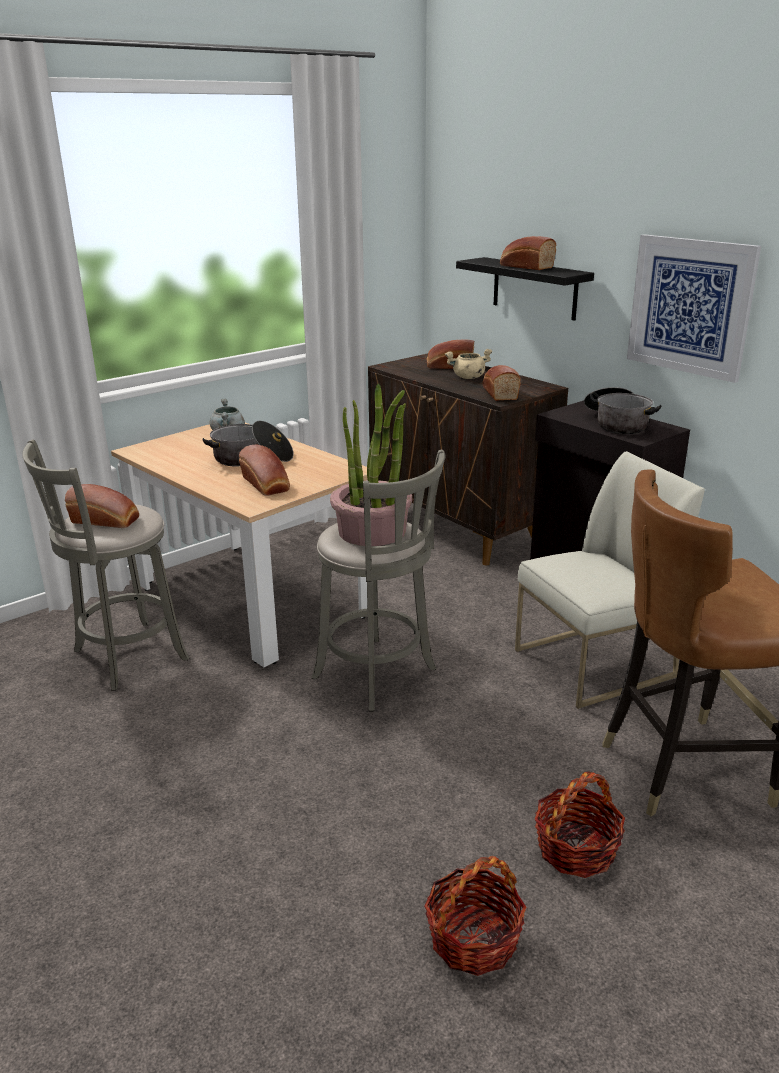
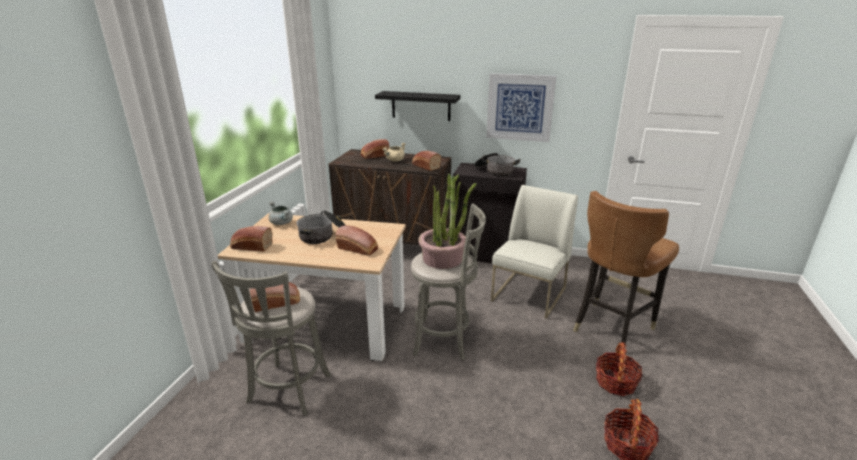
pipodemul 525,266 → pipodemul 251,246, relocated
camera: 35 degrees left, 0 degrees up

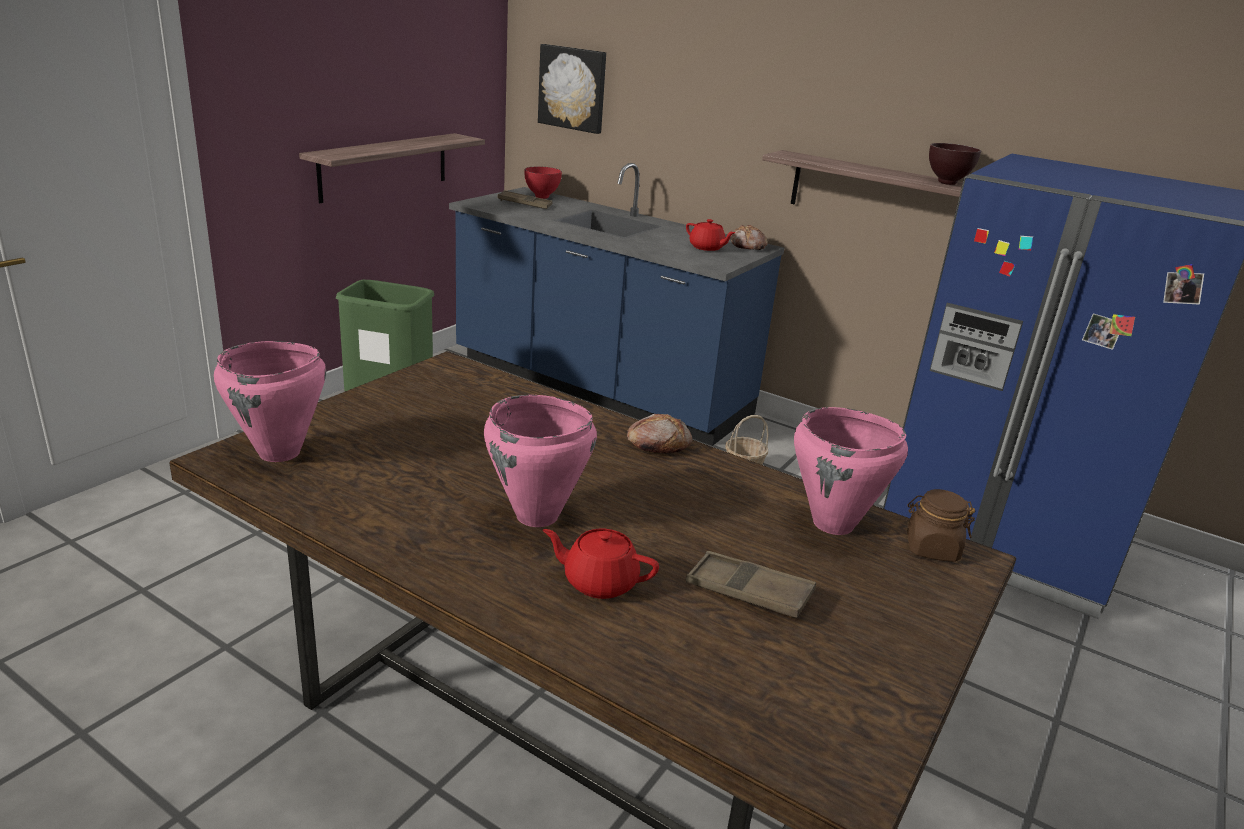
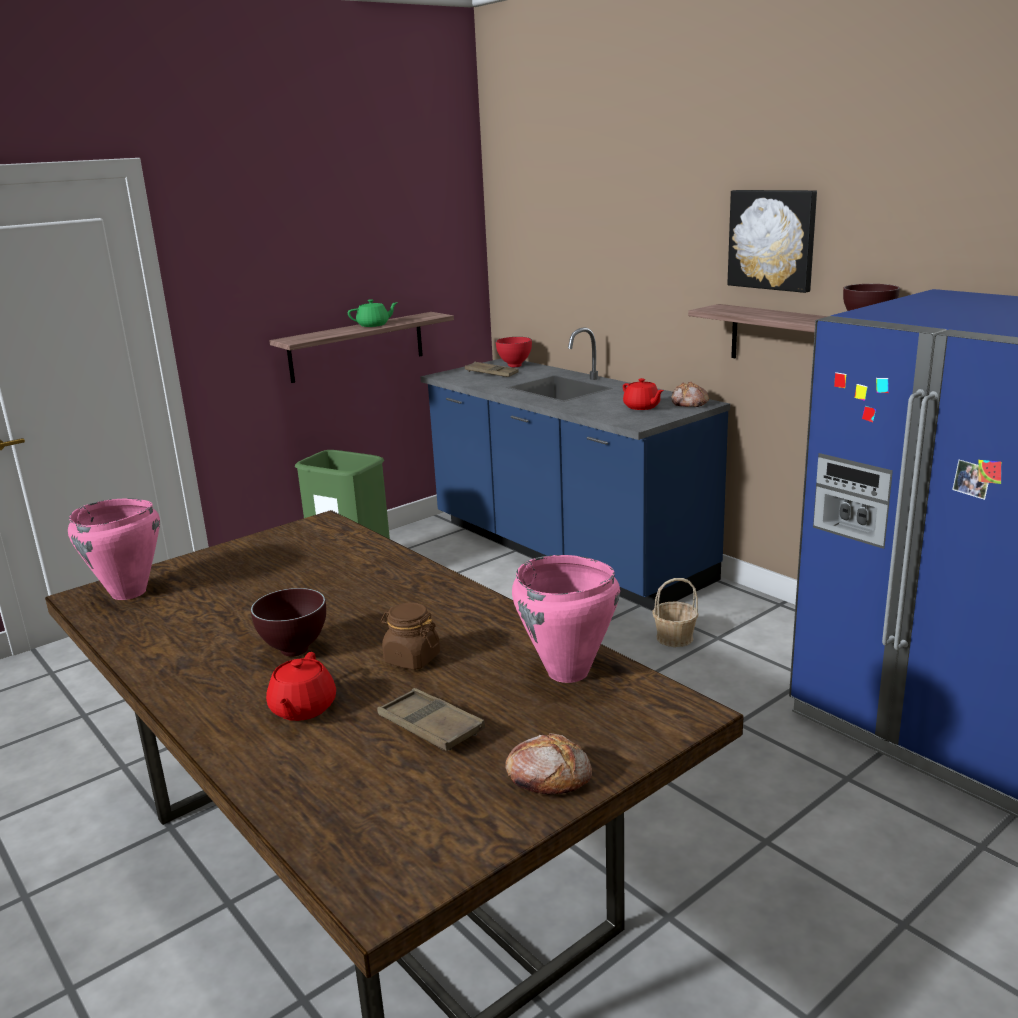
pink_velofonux 537,516 → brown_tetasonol 294,652
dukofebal 573,88 → dukofebal 773,239, relocated
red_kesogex 599,581 → red_kesogex 302,709, 120 degrees counterclockwise
pipodemul 657,444 → pipodemul 548,775, relocated
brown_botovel 931,548 → brown_botovel 411,659, relocated
- → green_kesogex 374,325
camera: 20 degrees right, 5 degrees down

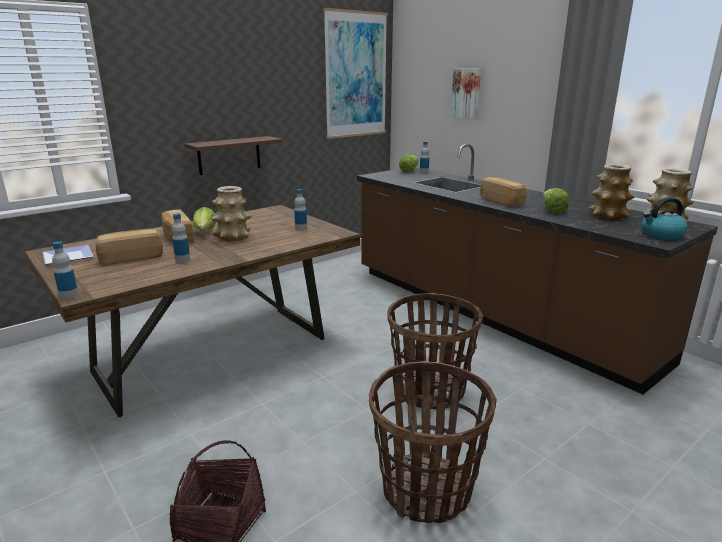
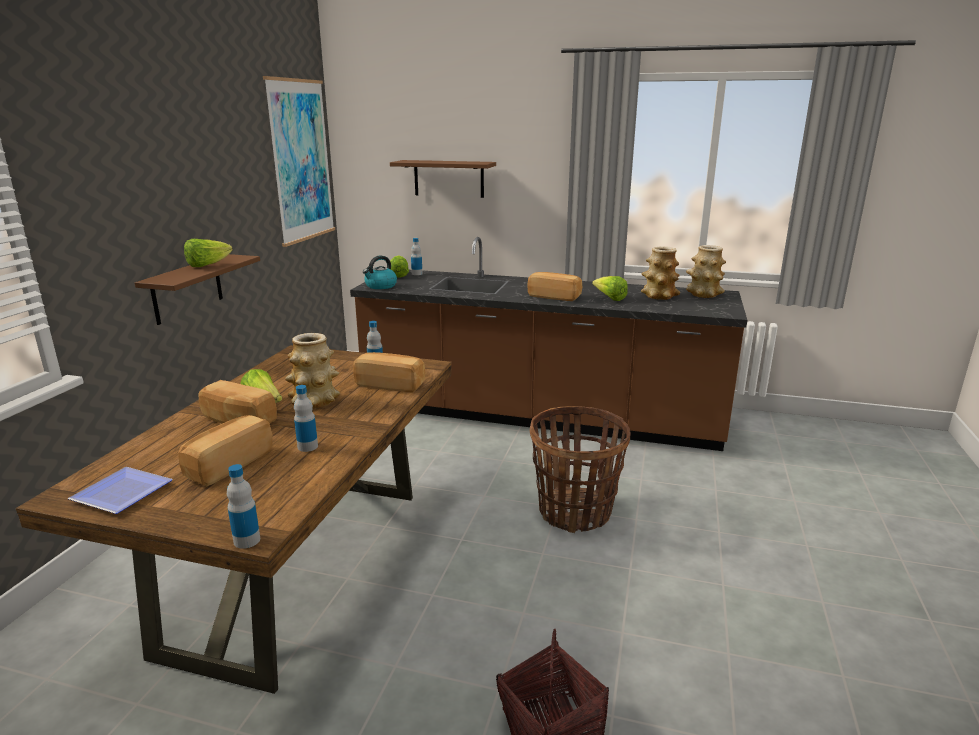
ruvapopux 426,491 → -
dukofebal 466,93 → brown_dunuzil 449,178
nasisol 661,235 → nasisol 380,286, relocated
- → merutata 208,265
- → pipodemul 390,384
camera: 35 degrees left, 0 degrees up

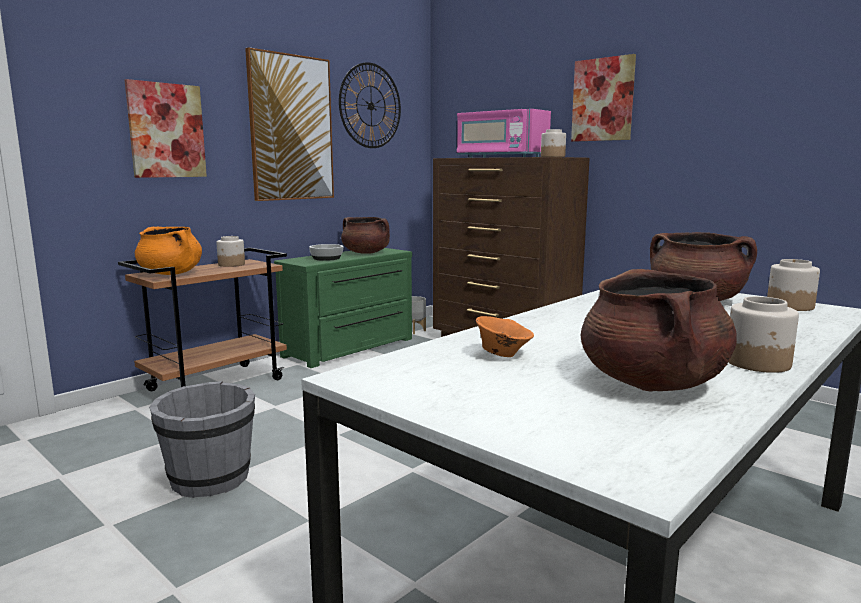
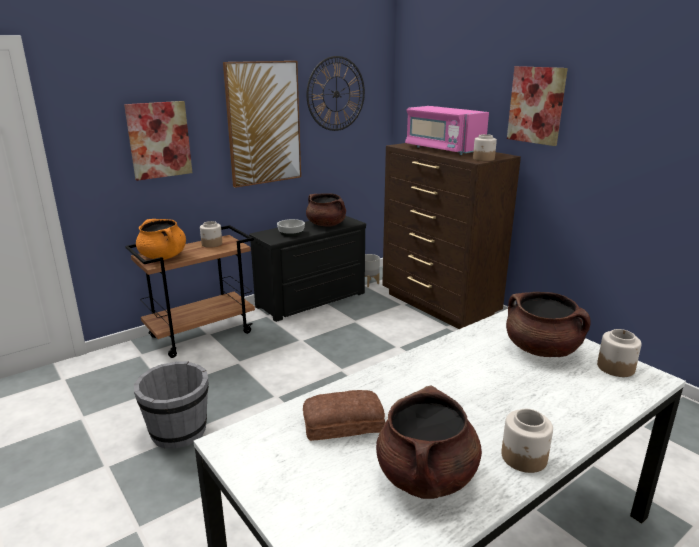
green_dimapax 351,348 → black_dimapax 313,300
orange_tetasonol 503,354 → pipodemul 342,423
camera: 10 degrees right, 10 degrees up

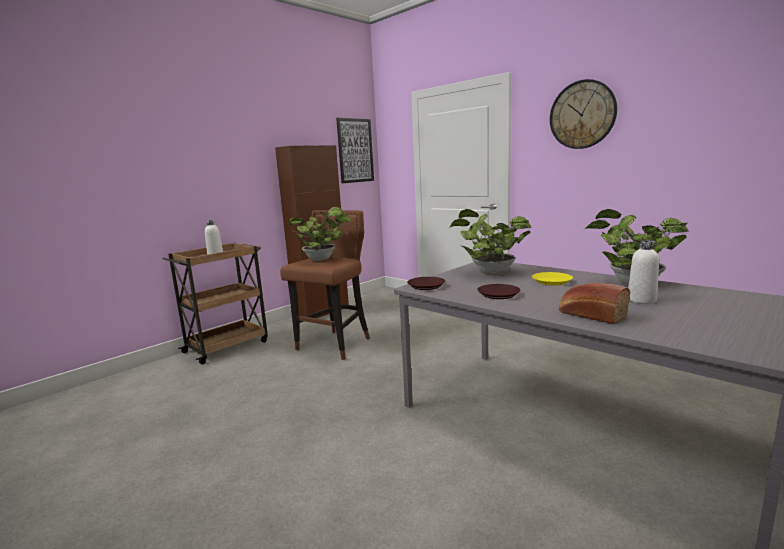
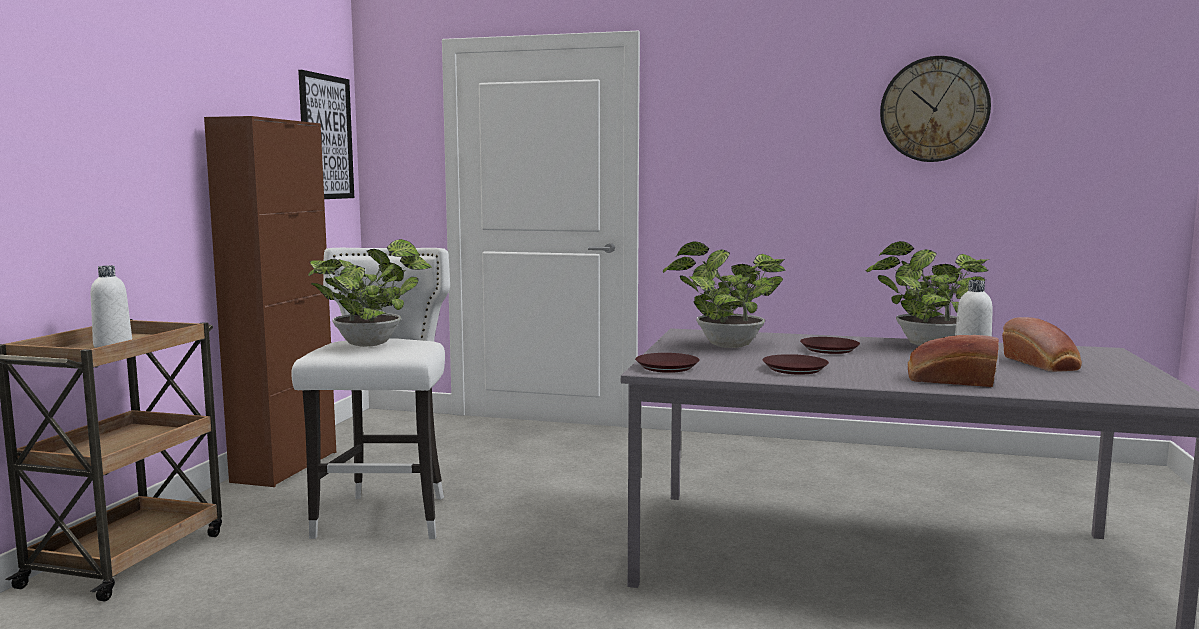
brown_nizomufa 335,345 → white_nizomufa 386,519
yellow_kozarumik 551,281 → brown_kozarumik 828,349
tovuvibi 582,115 → tovuvibi 934,109, relocated
- → pipodemul 1042,364
camera: 30 degrees left, 5 degrees down

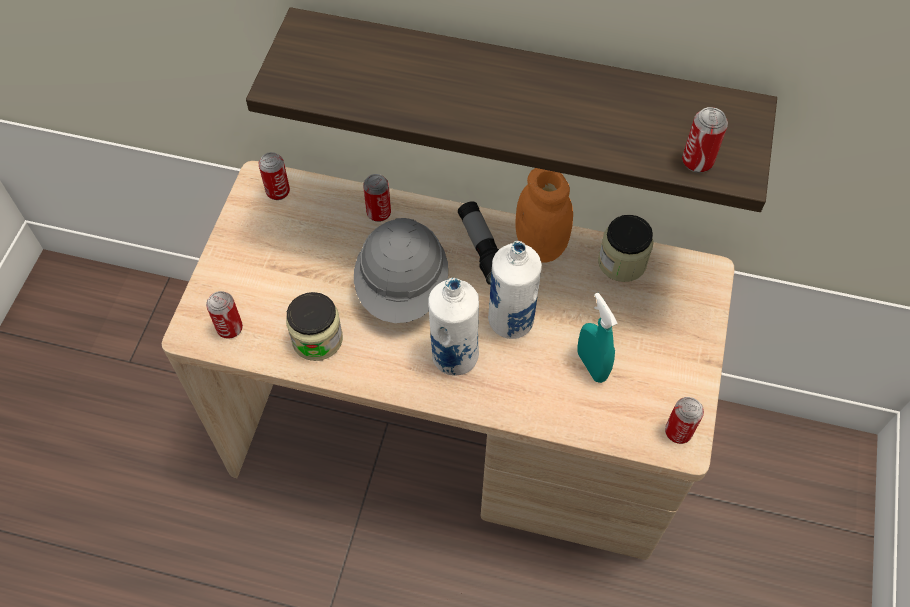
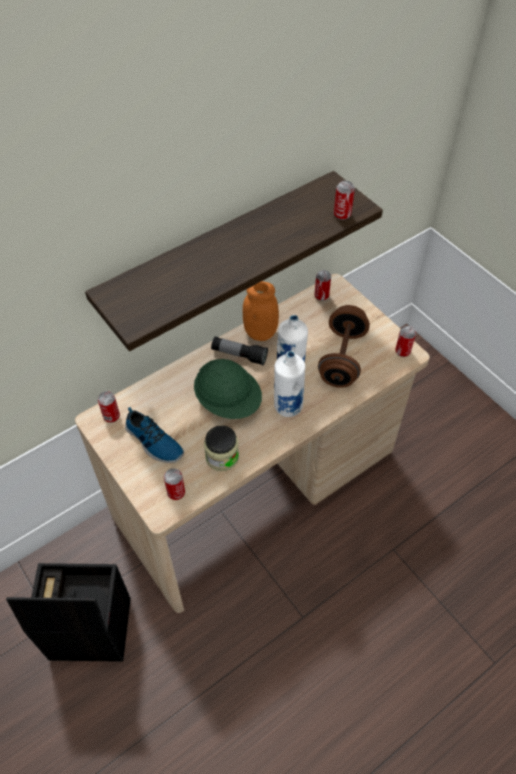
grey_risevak 403,288 → green_risevak 228,401
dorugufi 378,213 → dorugufi 321,296, relocated
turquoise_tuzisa 591,365 → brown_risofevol 342,358
botovel 622,262 → -
- → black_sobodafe 88,630
- → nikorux 153,442
camera: 50 degrees left, 5 degrees down

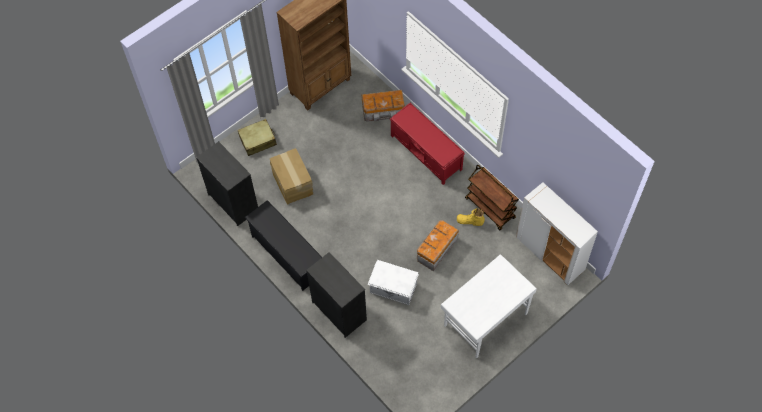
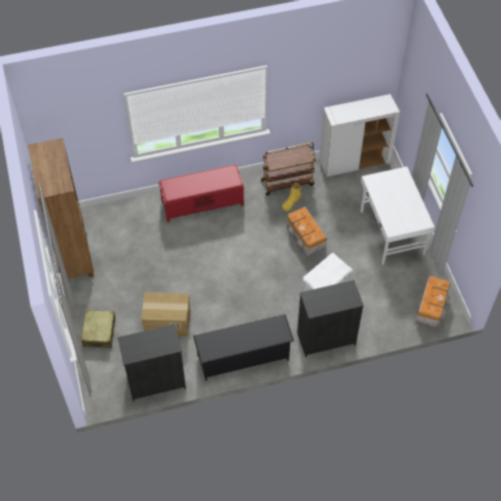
sobodafe 384,111 → sobodafe 431,307, relocated
camera: 65 degrees left, 5 degrees down

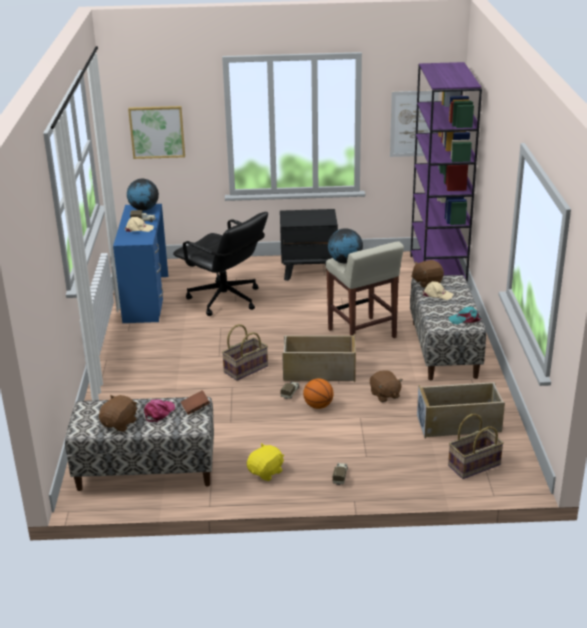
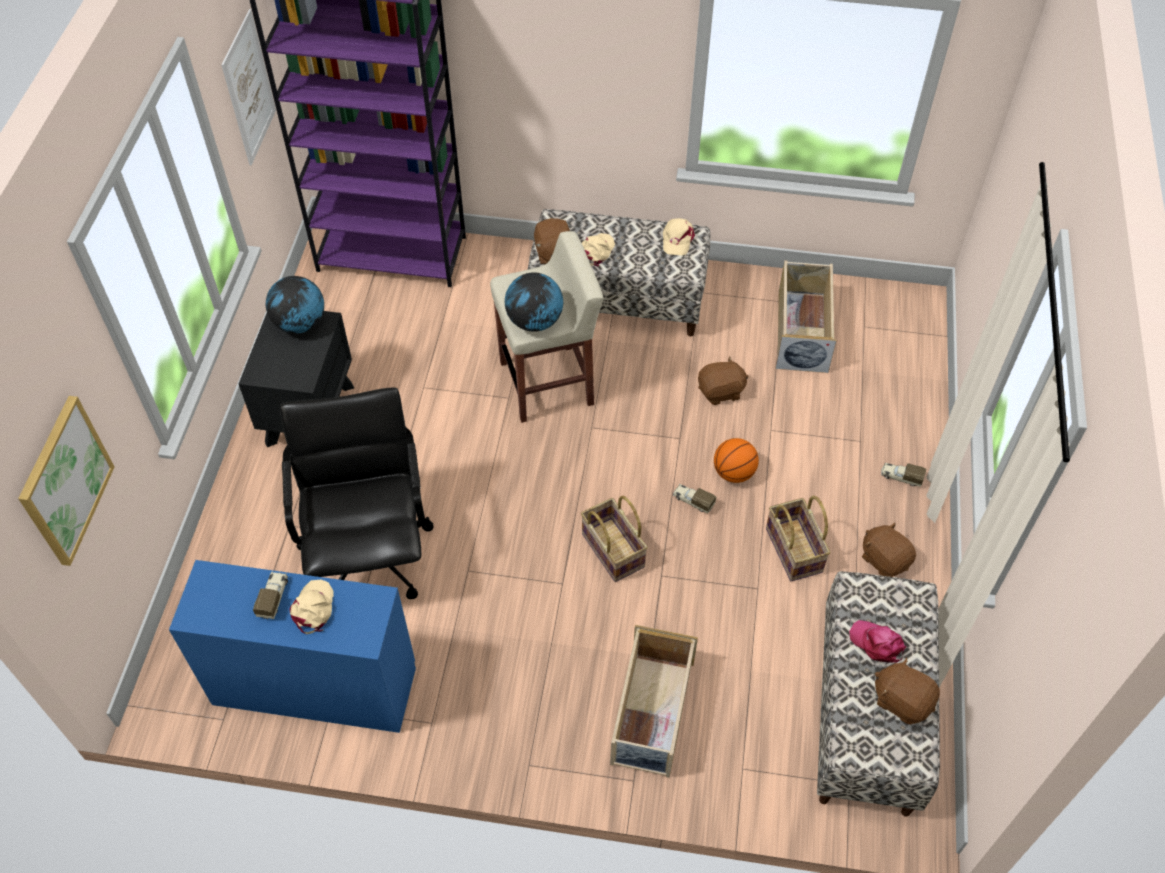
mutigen 144,209 → mutigen 300,324, relocated
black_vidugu 225,300 → black_vidugu 369,553, 60 degrees counterclockwise
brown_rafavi 195,408 → -
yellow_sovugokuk 266,472 → brown_sovugokuk 885,559
beige_sobodafe 318,372 → beige_sobodafe 652,714, relocated
ruvapopux 474,466 → ruvapopux 795,550, relocated
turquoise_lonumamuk 465,319 → beige_lonumamuk 677,239
camera: 80 degrees left, 25 degrees up

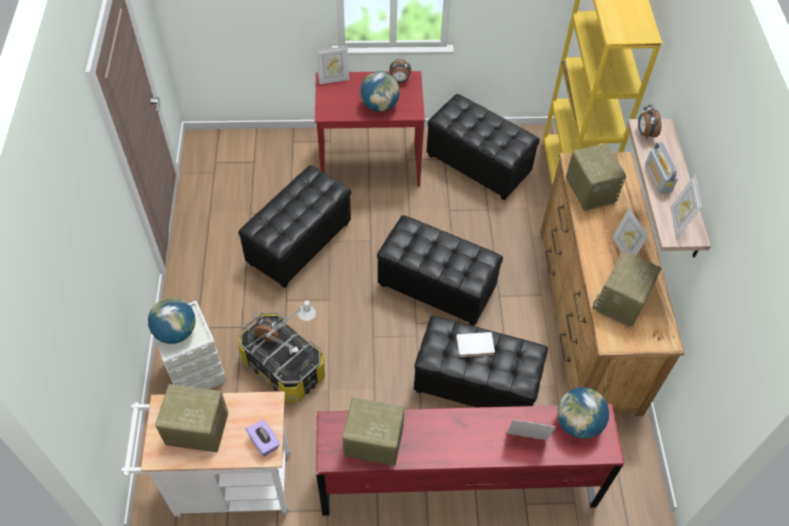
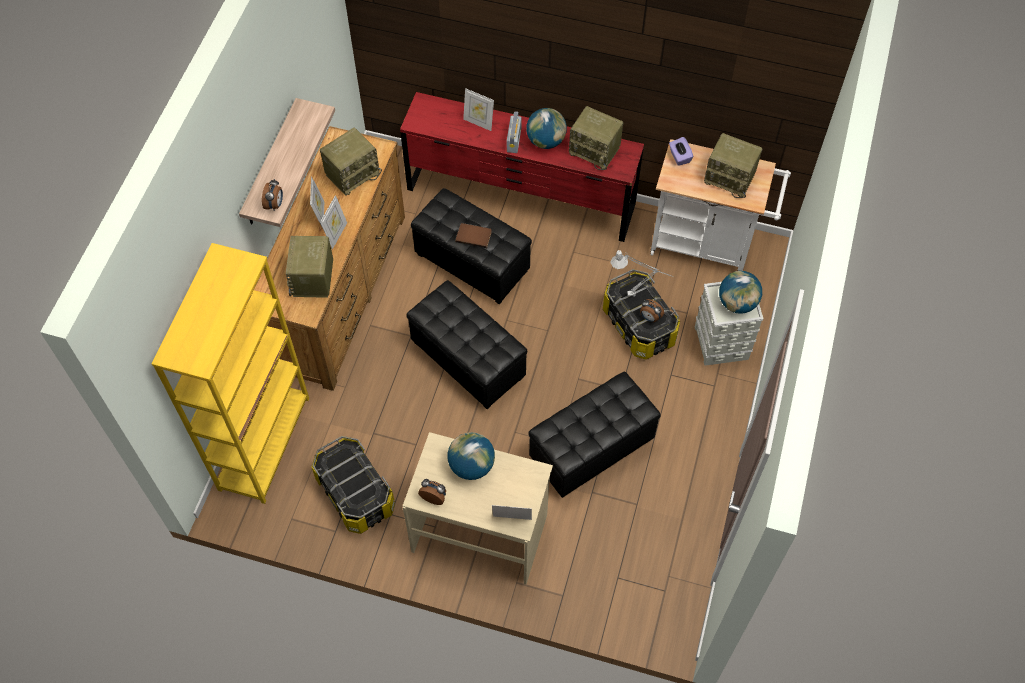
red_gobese 370,164 → beige_gobese 480,532
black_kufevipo 478,165 → sobodafe 355,494
white_rafavi 475,346 → brown_rafavi 474,235
mutigen 578,423 → mutigen 546,141, relocated
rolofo 658,178 → rolofo 514,140, relocated
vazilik 677,223 → vazilik 336,234, relocated
camera: 160 degrees left, 5 degrees up

